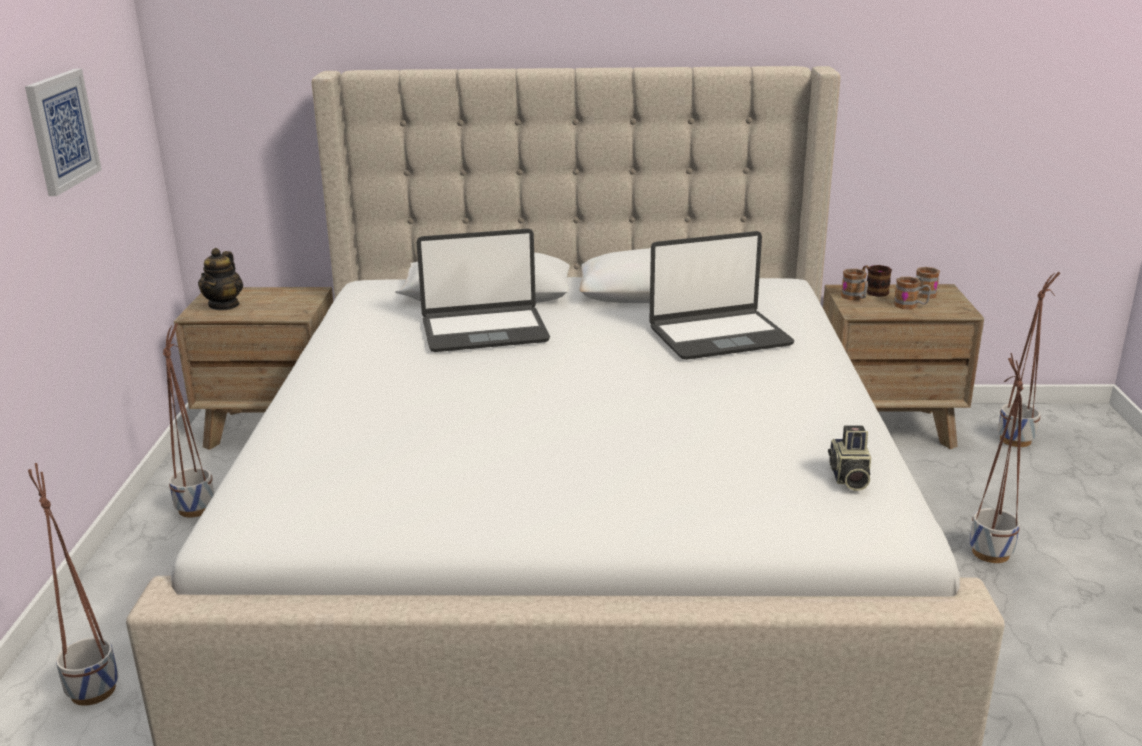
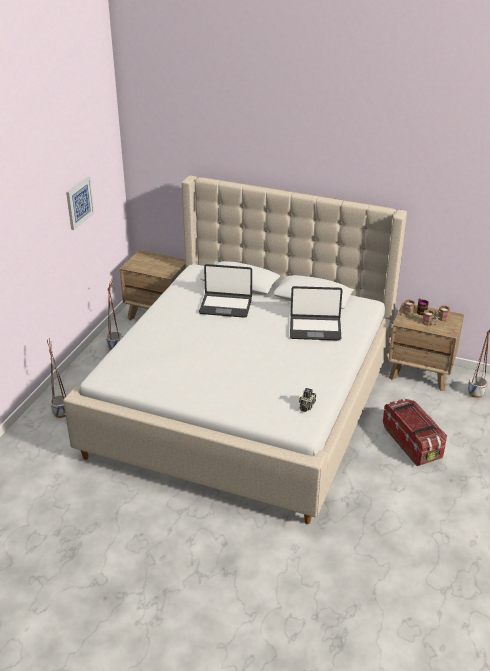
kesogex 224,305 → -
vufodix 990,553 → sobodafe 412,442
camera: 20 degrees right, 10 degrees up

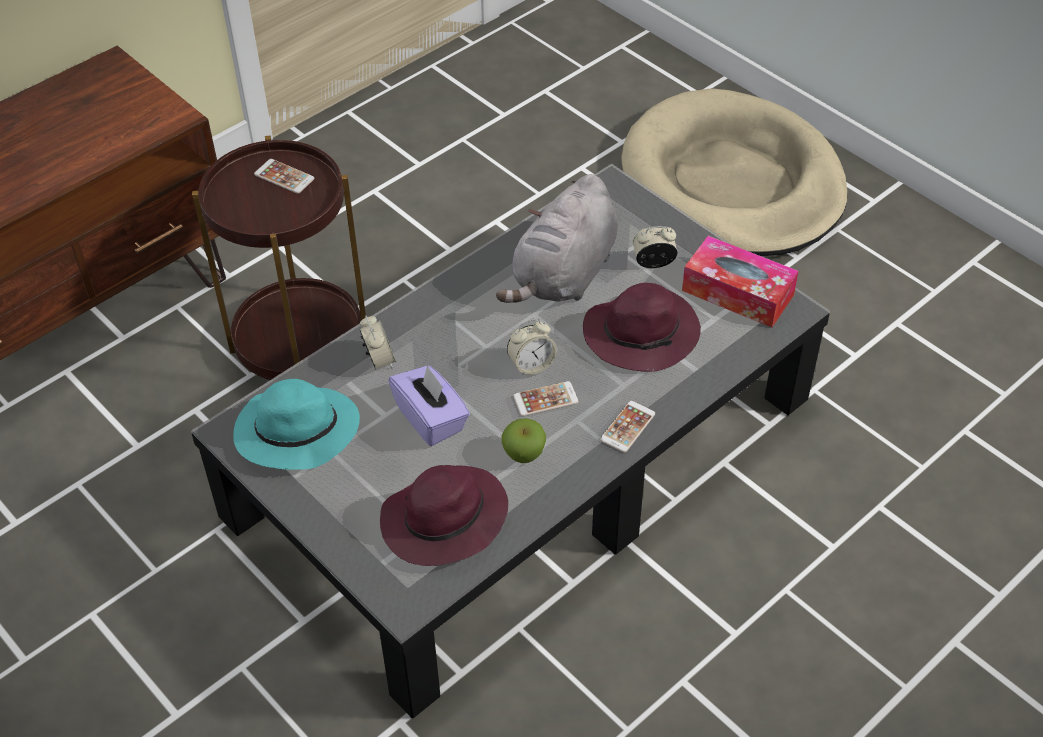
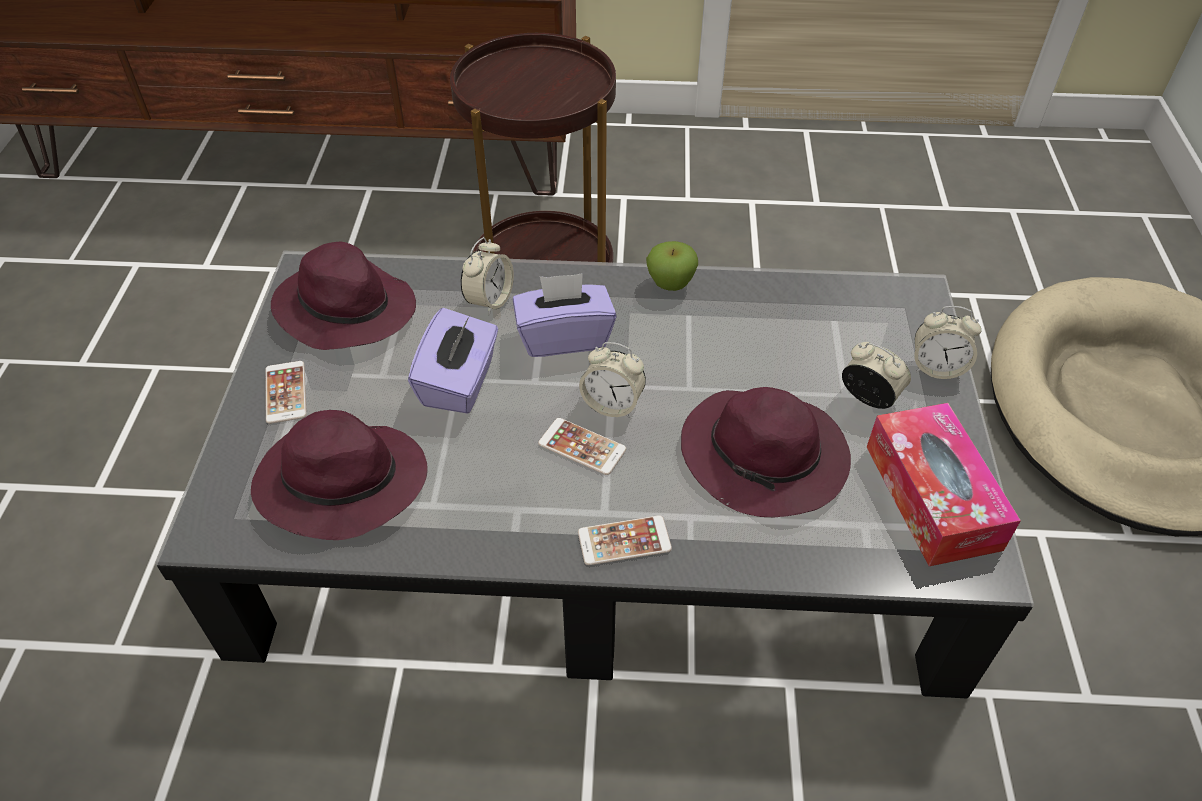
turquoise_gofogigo 295,433 → purple_gofogigo 344,309
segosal 284,177 → segosal 286,392, relocated
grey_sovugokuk 563,276 → -
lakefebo 524,455 → lakefebo 670,284, relocated
- → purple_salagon 564,337
- → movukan 936,367
camera: 45 degrees right, 0 degrees up

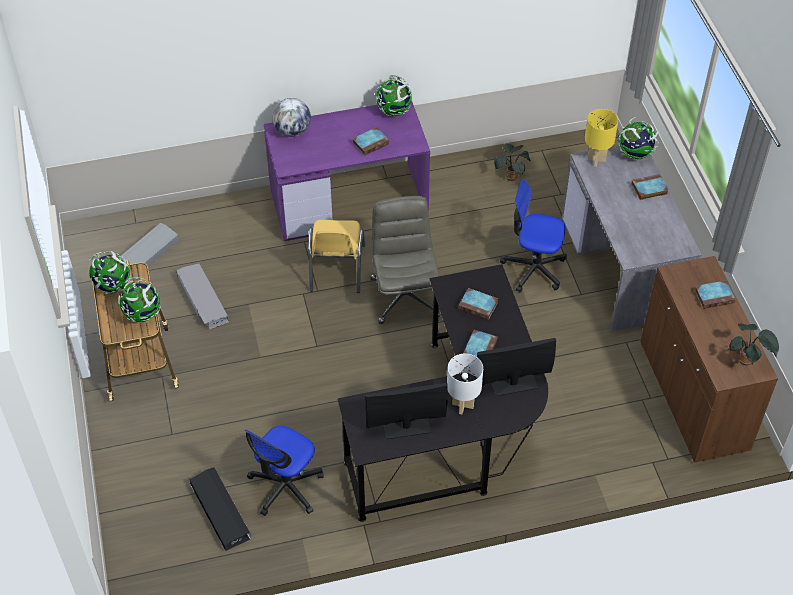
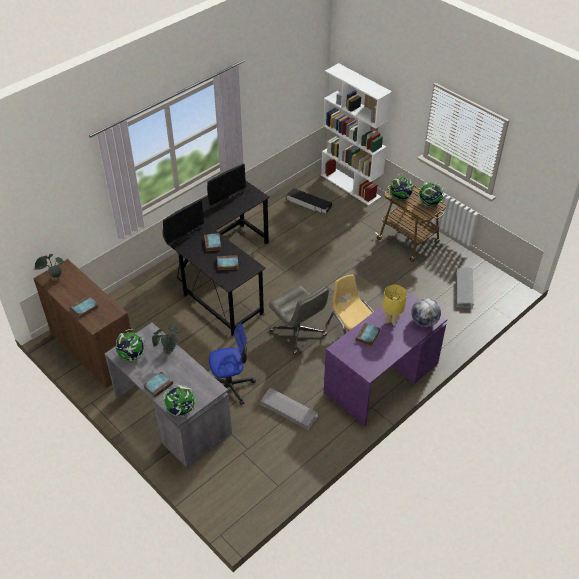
grey_sobodafe 203,300 → grey_sobodafe 288,411, relocated
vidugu 285,487 → -
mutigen 394,111 → mutigen 132,356, relocated
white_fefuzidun 462,405 → -
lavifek 511,176 → lavifek 168,351, relocated
yellow_fefuzidun 596,159 → yellow_fefuzidun 391,320, relocated
- → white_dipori 351,186
camera: 150 degrees right, 5 degrees down

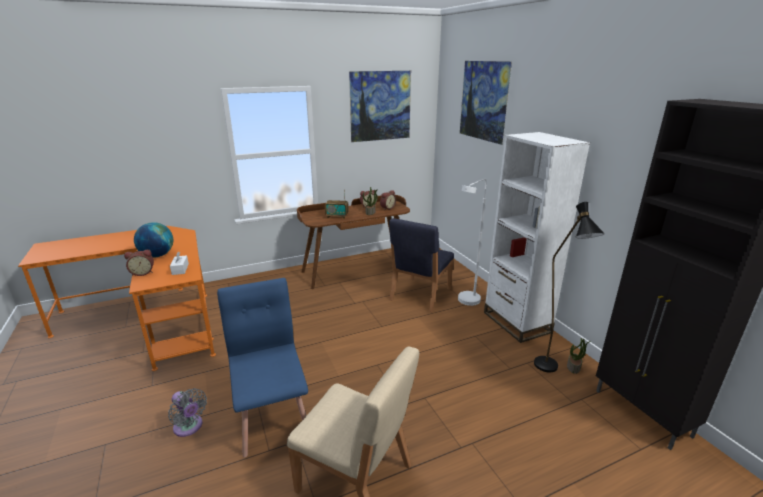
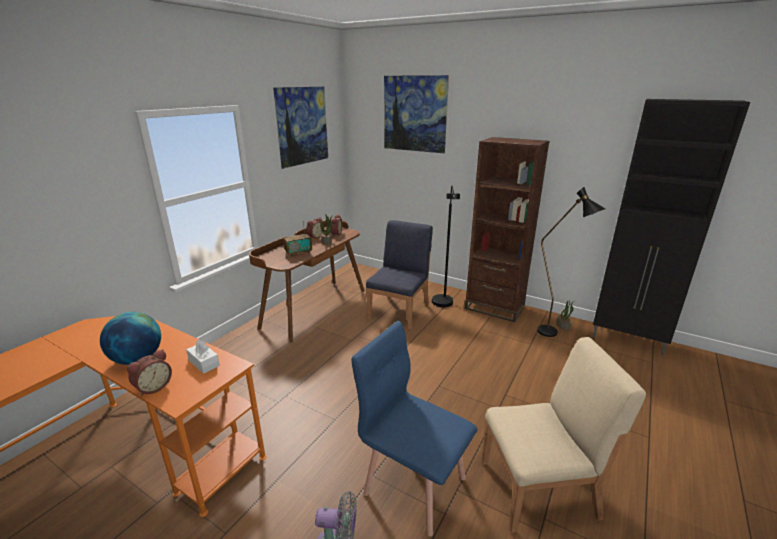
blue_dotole 420,294 → blue_dotole 399,311, 150 degrees counterclockwise
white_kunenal 466,302 → black_kunenal 443,305
white_dipori 516,322 → brown_dipori 494,307
camera: 35 degrees left, 0 degrees up

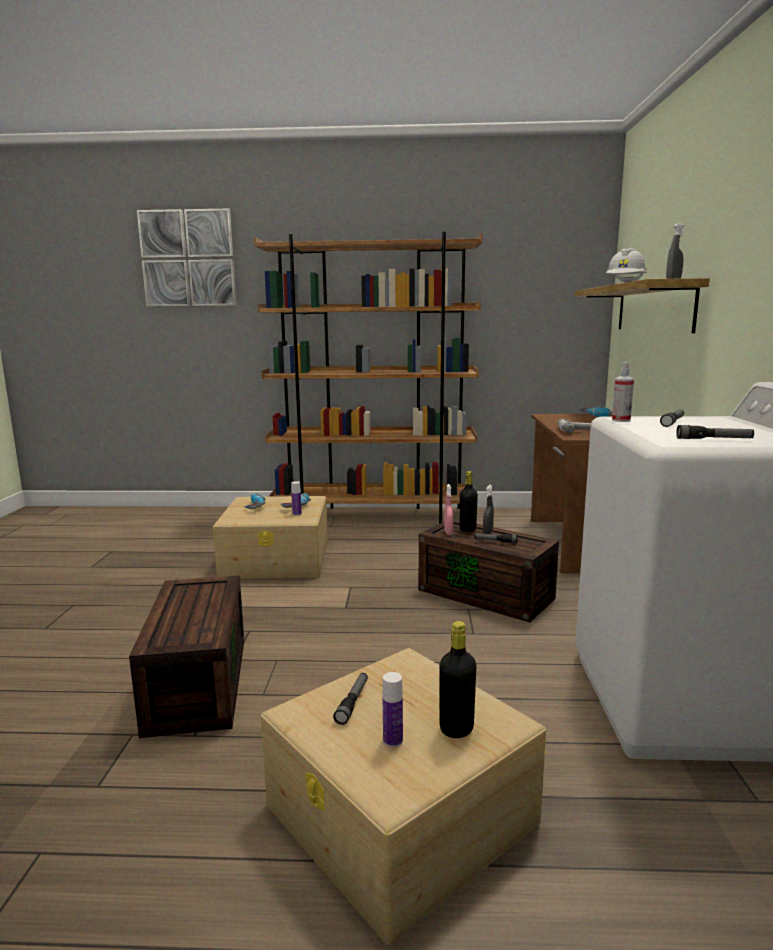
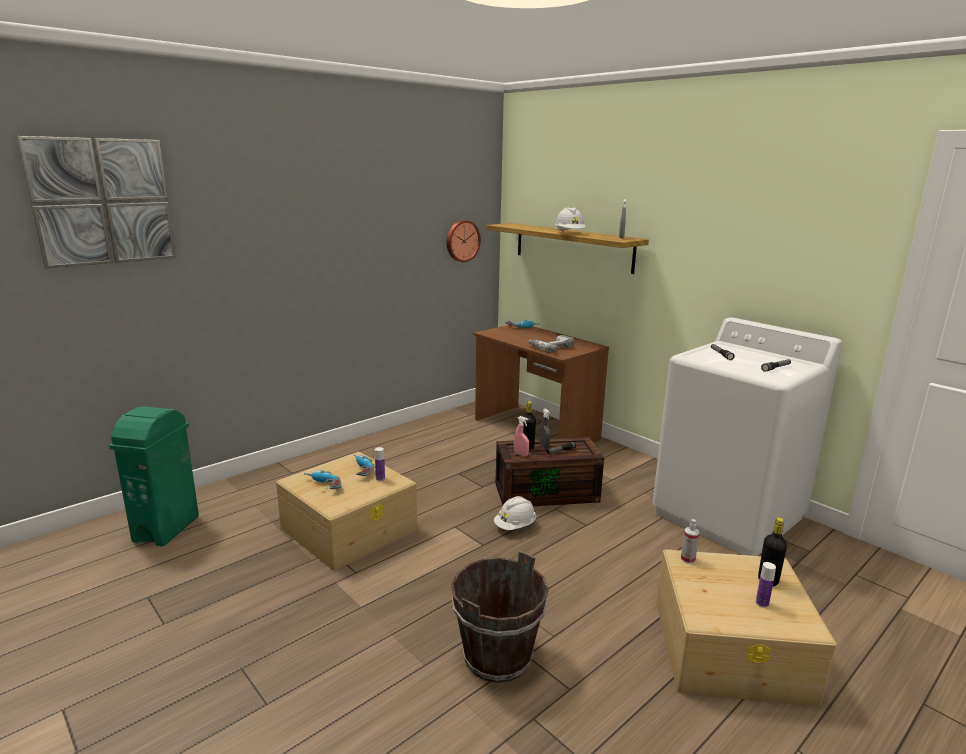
brown_sobodafe 196,682 → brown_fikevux 497,657
brown_dipori 374,515 → -
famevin 352,702 → -
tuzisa 621,420 → tuzisa 687,559, relocated
- → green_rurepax 167,529
- → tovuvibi 462,241
- → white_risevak 515,526
camera: 45 degrees left, 5 degrees up

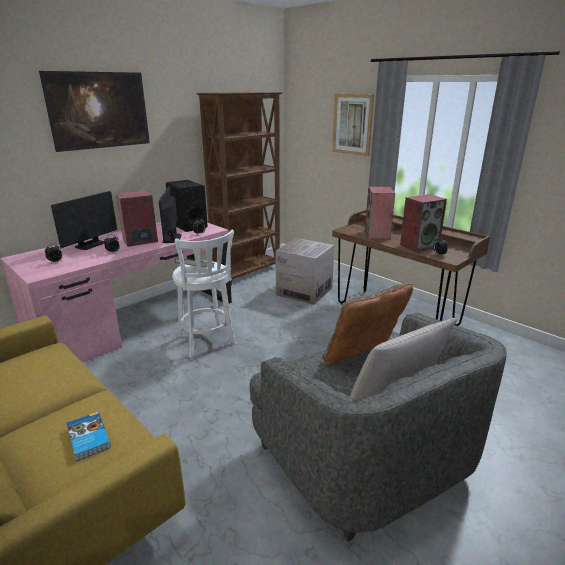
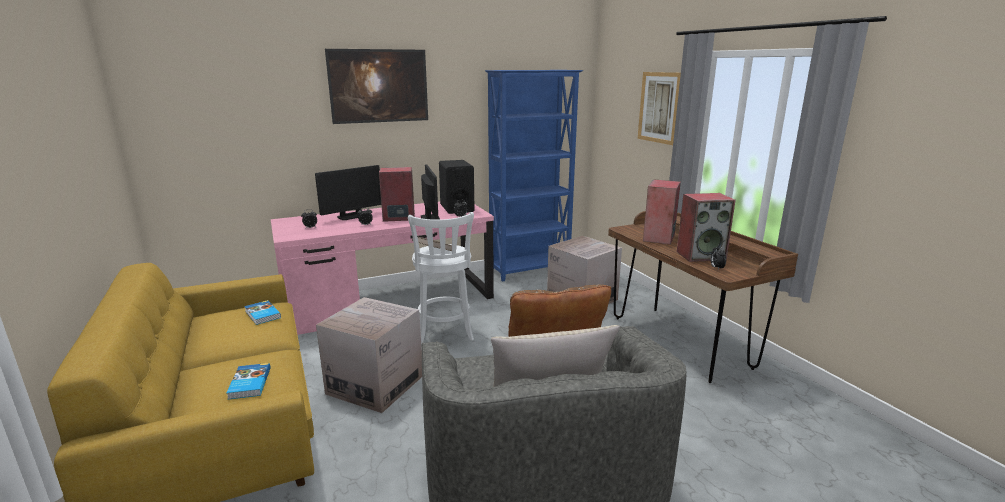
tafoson 172,238 → tafoson 430,218, 150 degrees clockwise
brown_dipori 248,272 → blue_dipori 530,270
- → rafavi 262,315
- → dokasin 375,384
camera: 20 degrees right, 5 degrees down

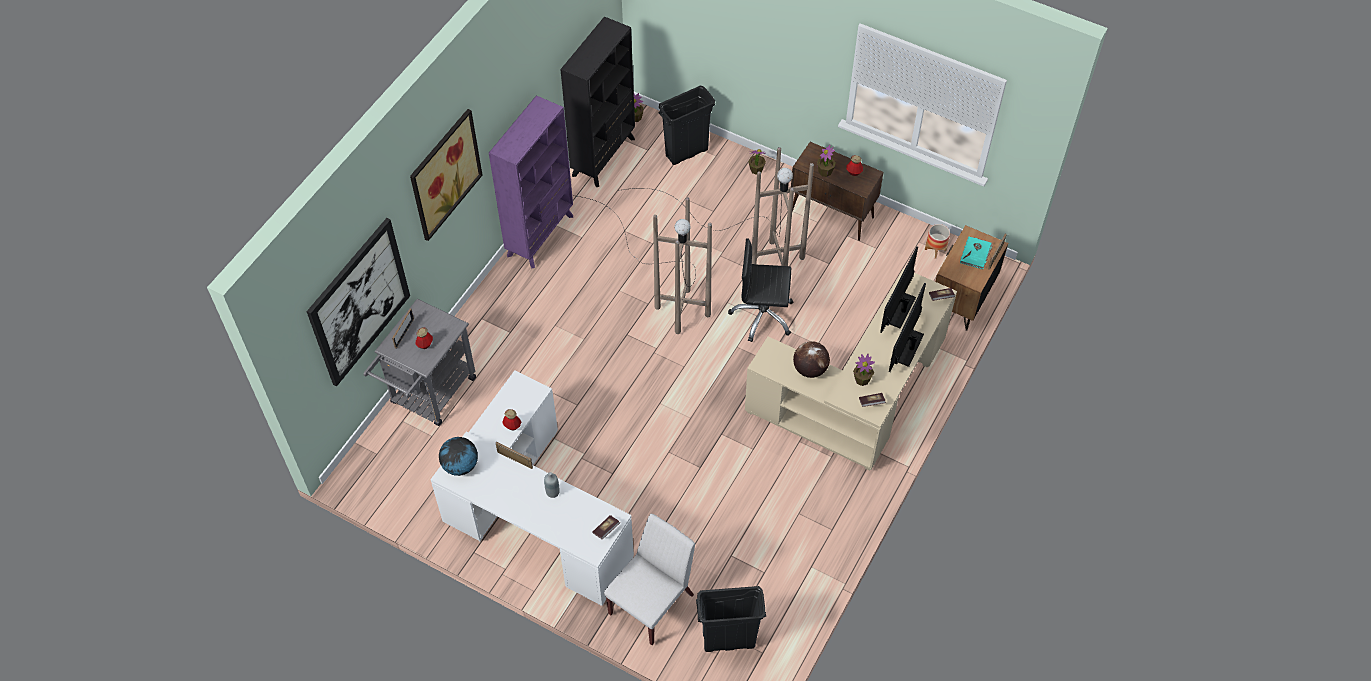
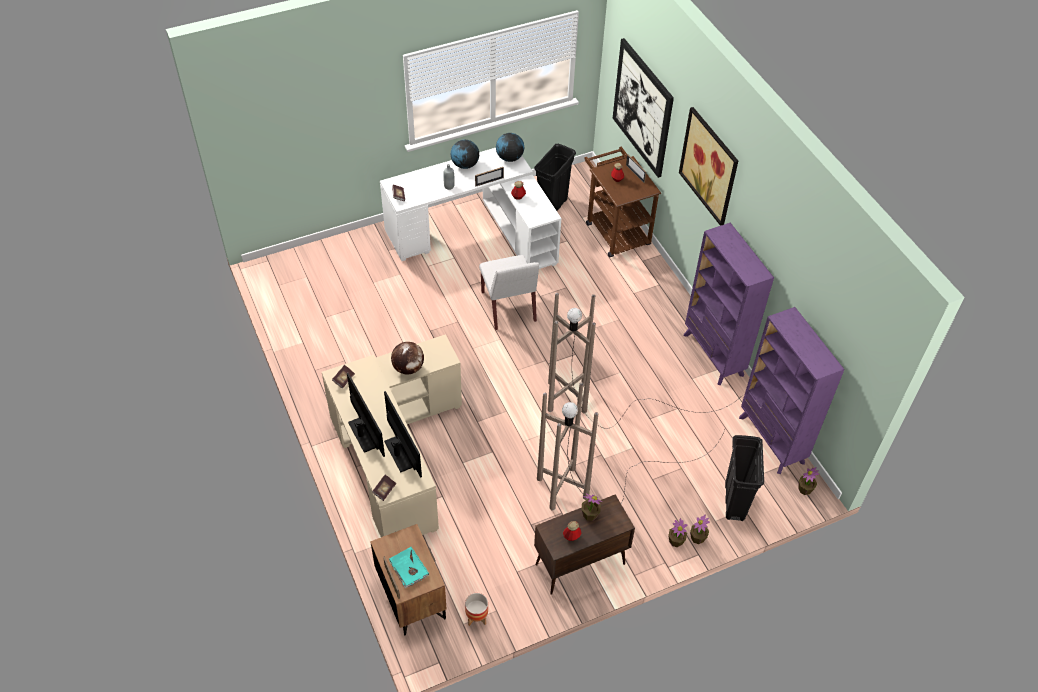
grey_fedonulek 429,395 → brown_fedonulek 615,230
black_dipori 604,156 → purple_dipori 771,440
white_dotole 652,603 → white_dotole 509,307, relocated
black_rurepax 728,641 → black_rurepax 552,206, relocated
black_vidugu 762,316 → -
lavifek 862,379 → lavifek 697,538, relocated
- → mutigen 465,165
camera: 125 degrees right, 5 degrees down

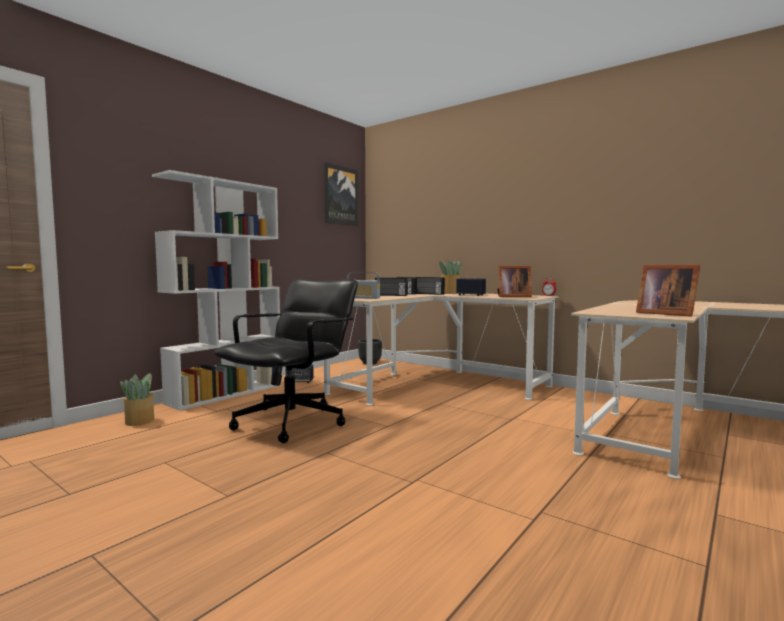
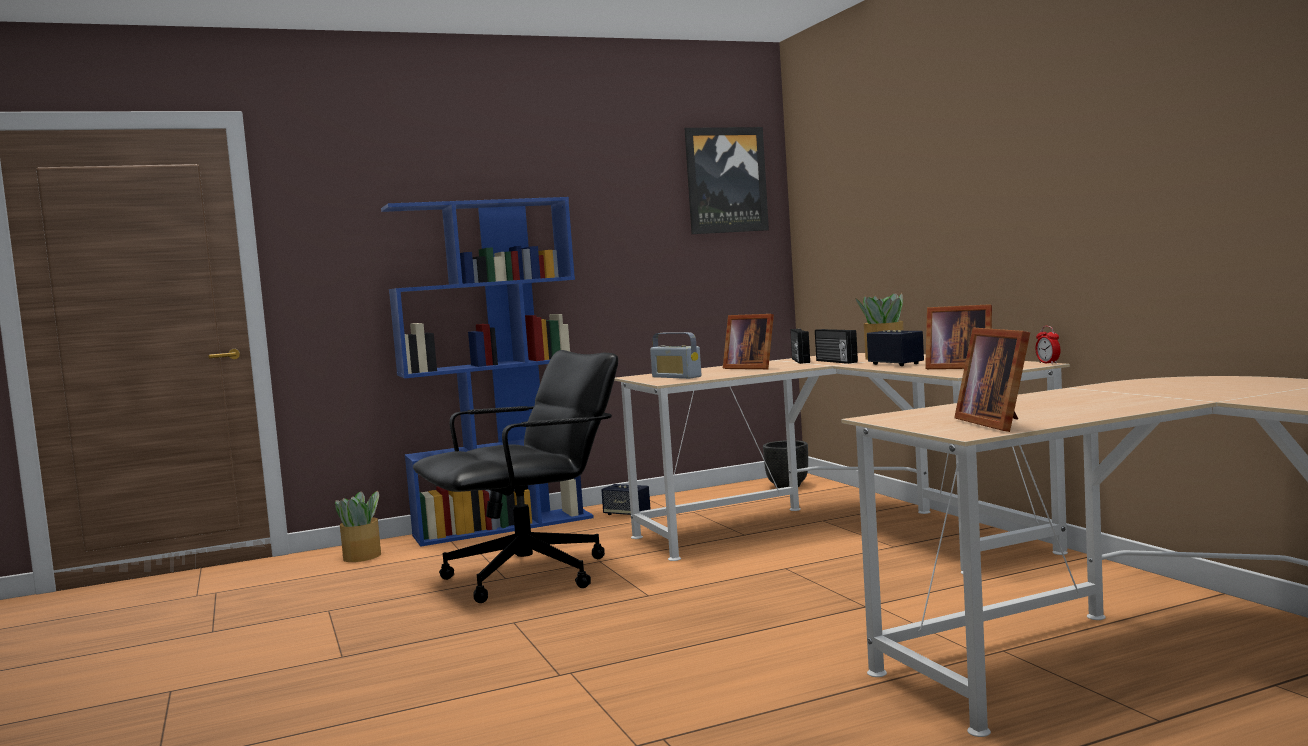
white_dipori 226,393 → blue_dipori 504,526
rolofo 391,295 → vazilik 750,368
camera: 30 degrees right, 0 degrees up

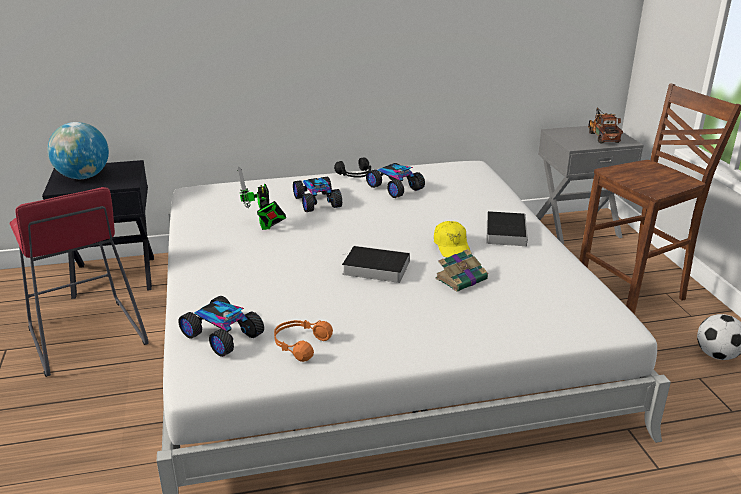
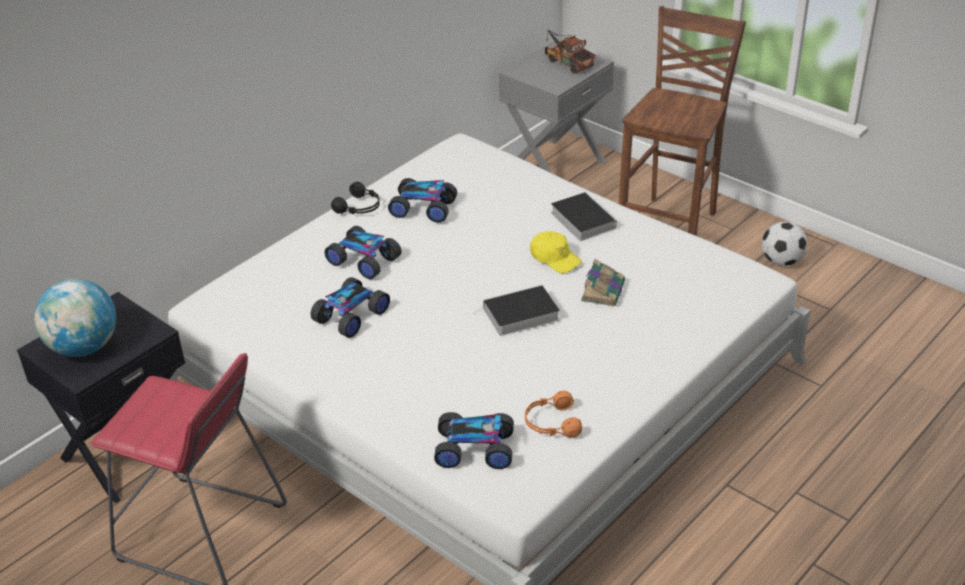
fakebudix 265,227 → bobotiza 352,316
camera: 35 degrees left, 10 degrees up

